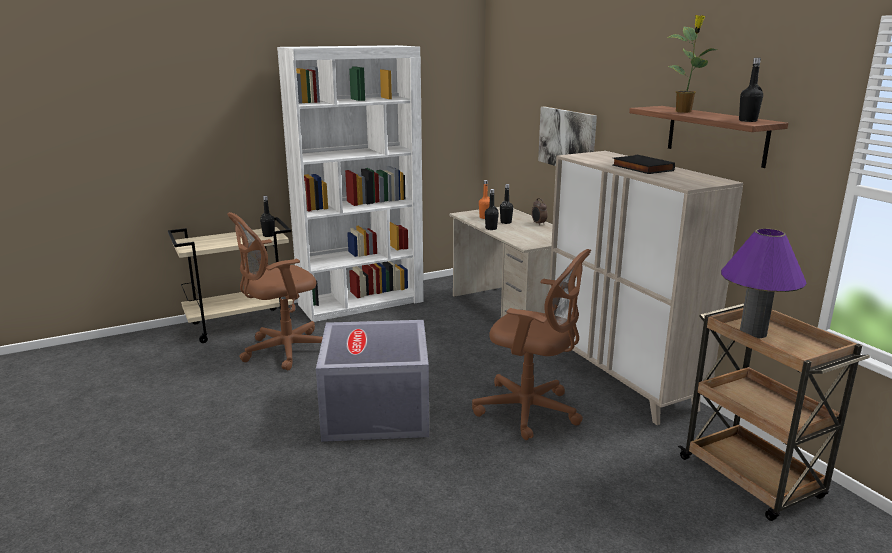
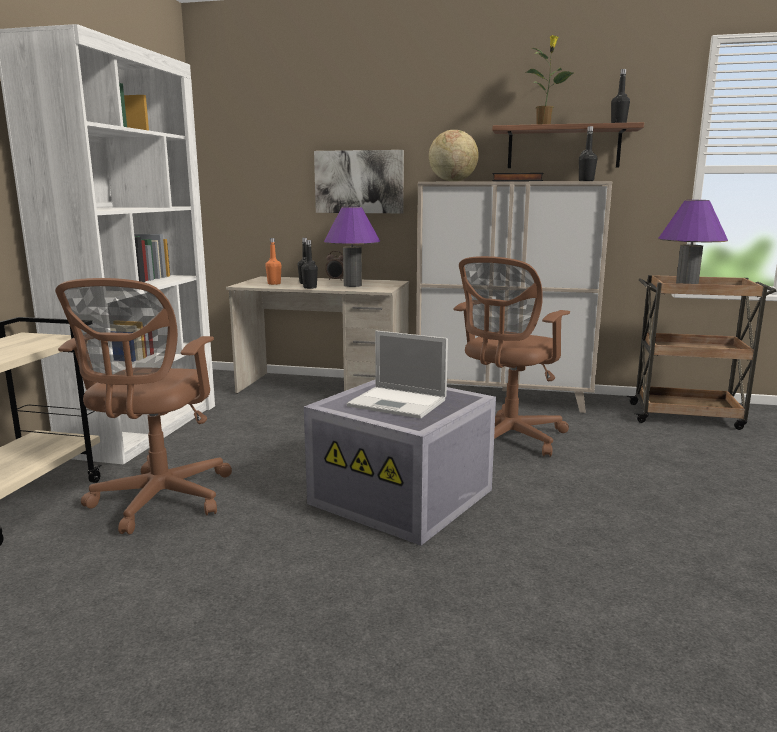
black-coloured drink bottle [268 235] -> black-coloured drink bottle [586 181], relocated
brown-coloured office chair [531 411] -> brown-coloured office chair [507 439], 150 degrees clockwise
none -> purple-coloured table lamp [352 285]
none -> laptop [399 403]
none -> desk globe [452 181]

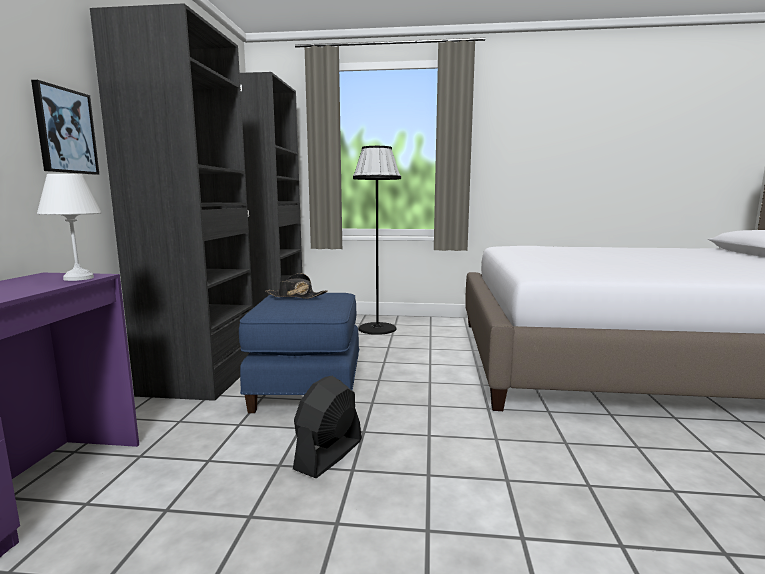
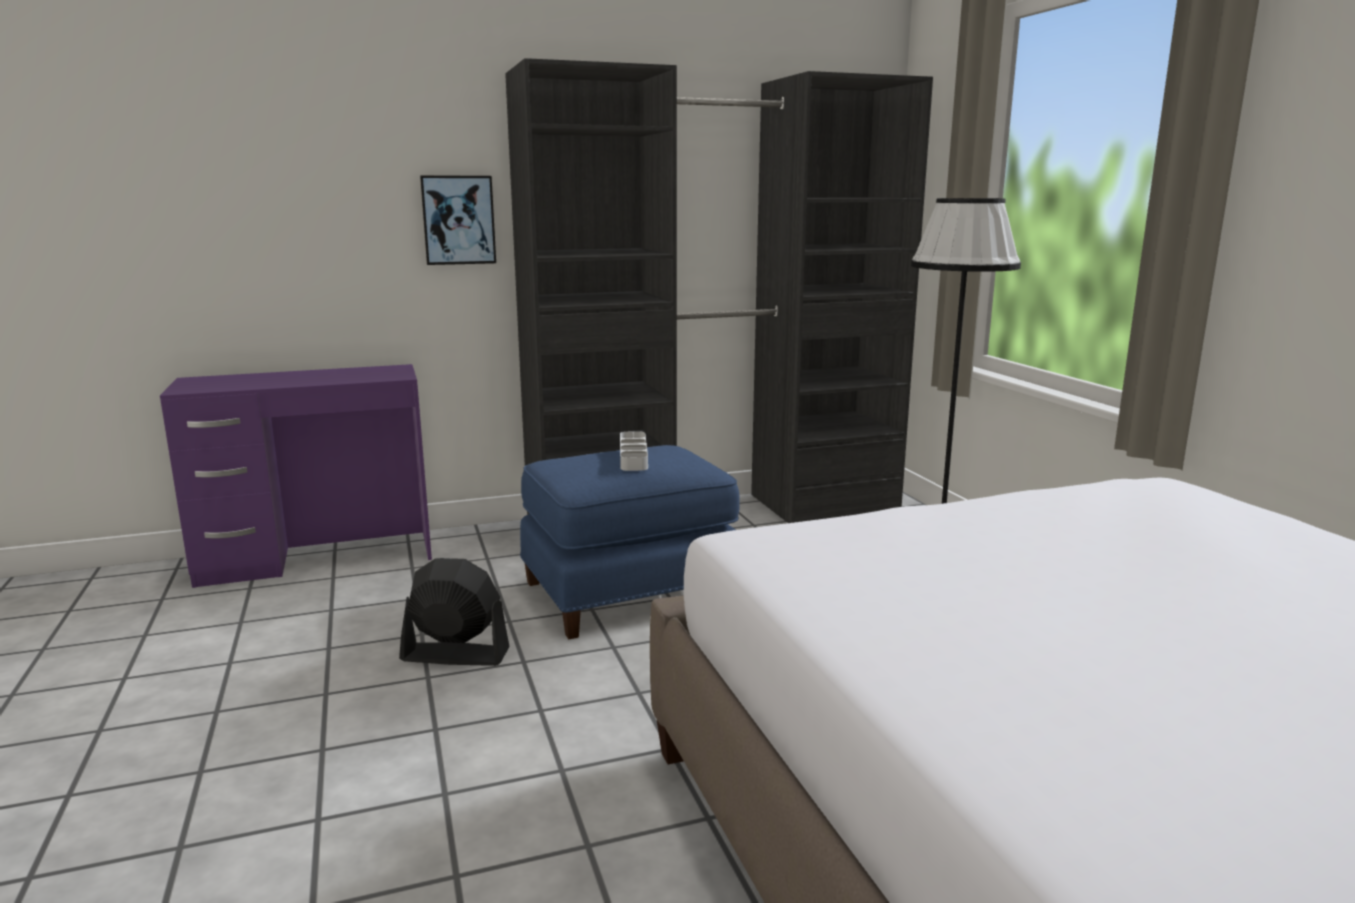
white table lamp [77 278] -> none
black-coloured clothing hat [295 296] -> greyish tray [633 456]

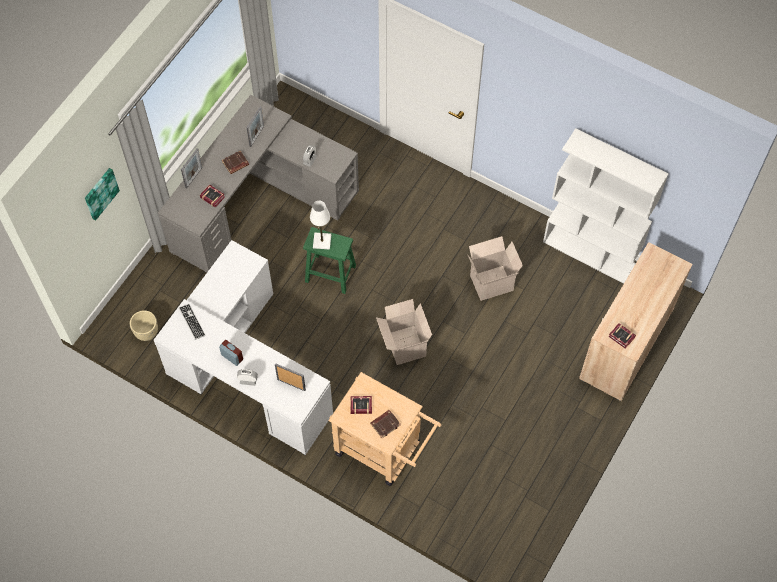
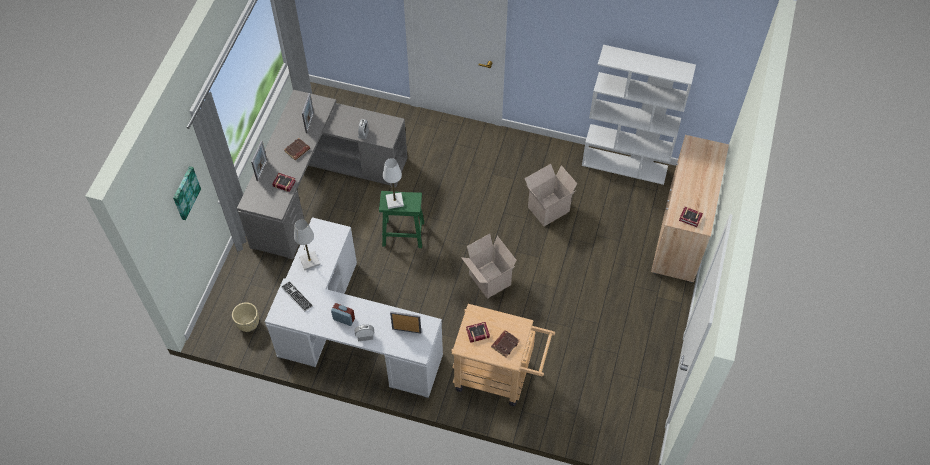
none -> white table lamp [309 261]

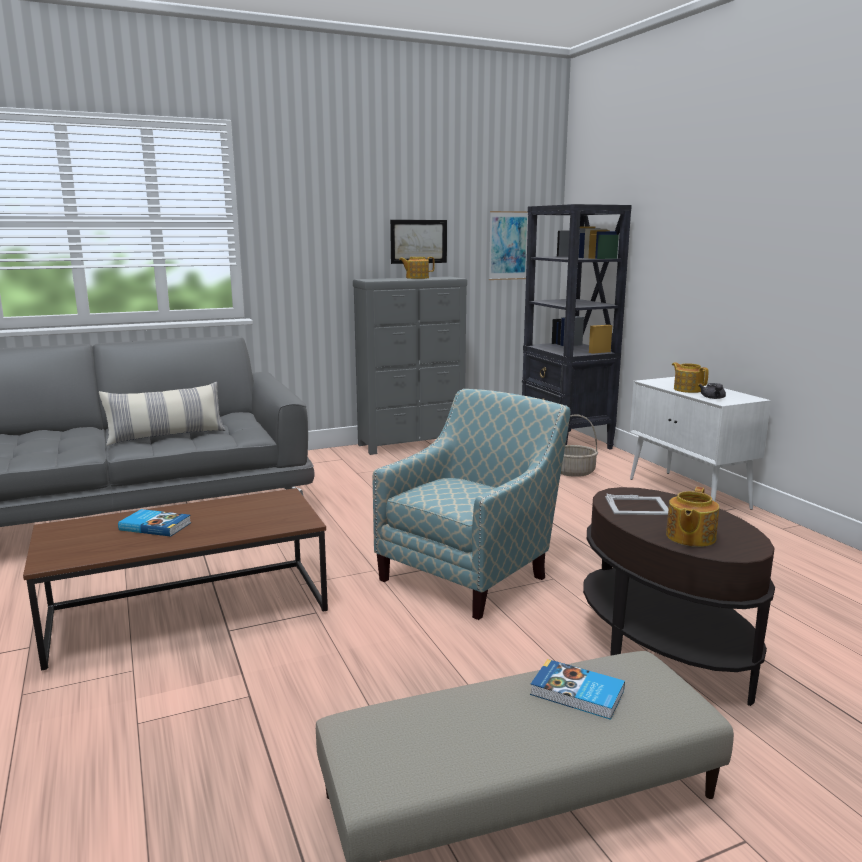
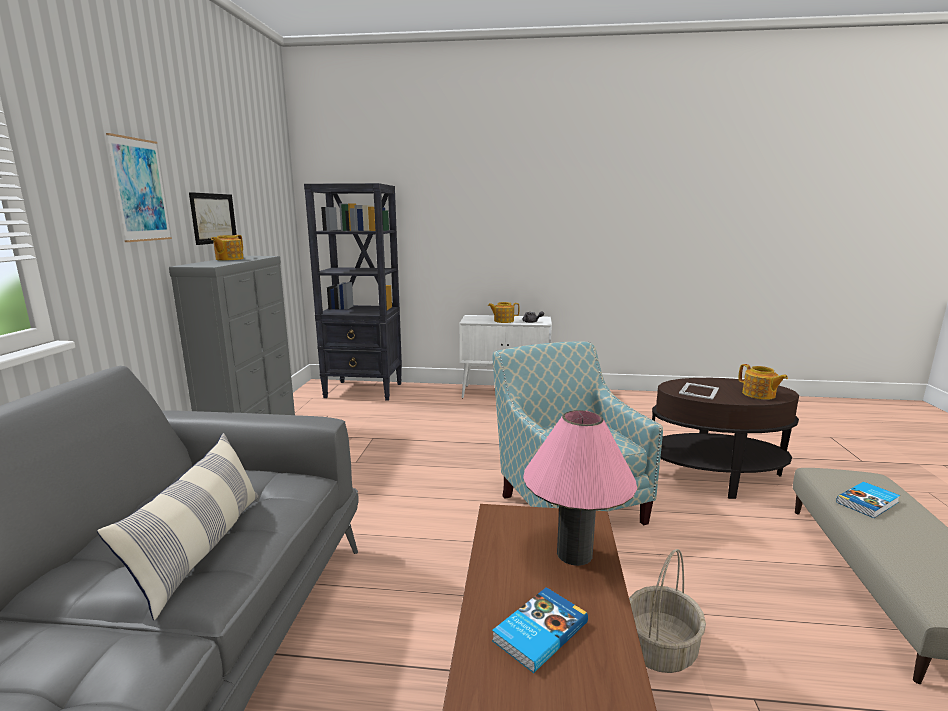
wall art [508 245] -> wall art [140 190], relocated
basket [572 472] -> basket [661 649], relocated
none -> pink table lamp [574 554]

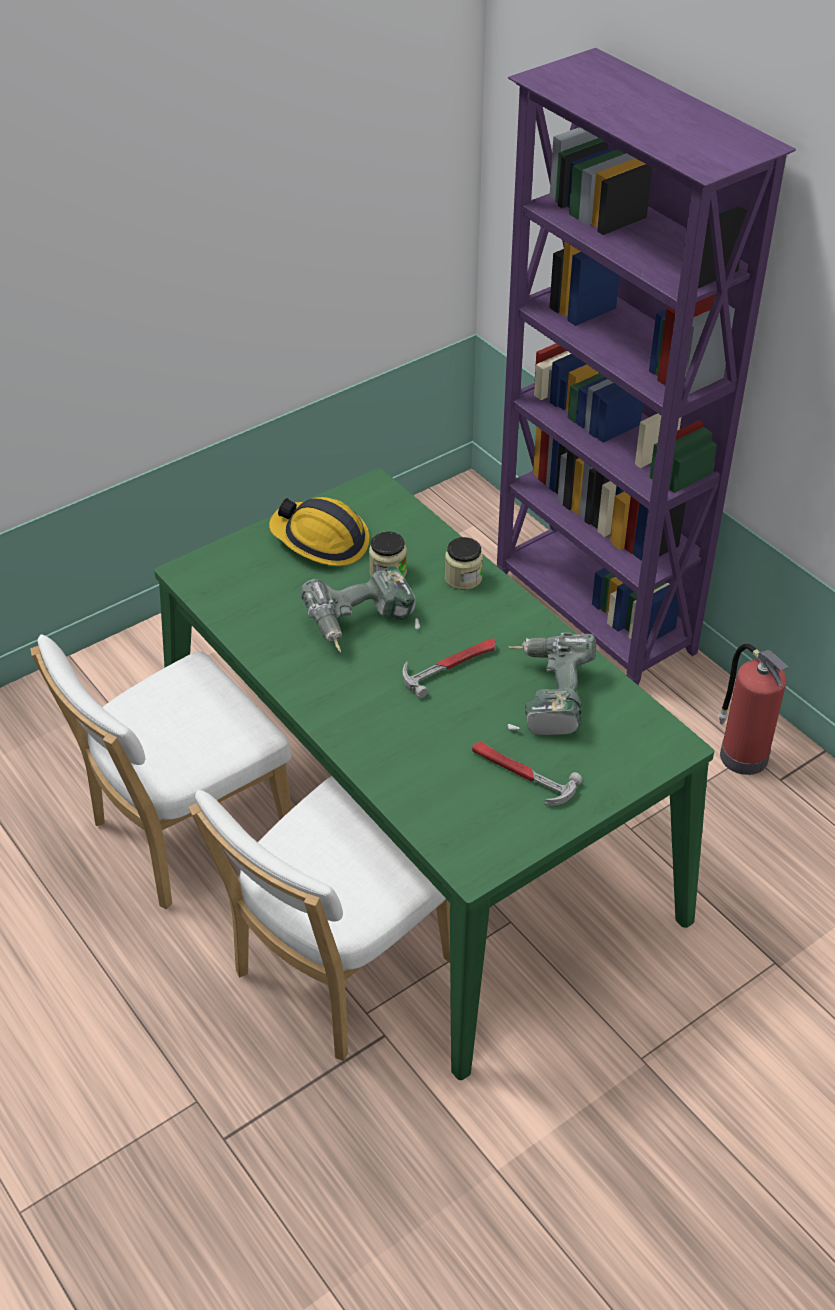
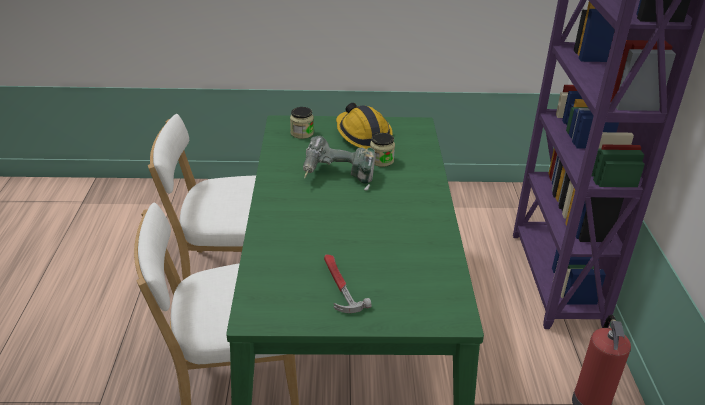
tool hammer [450 666] -> none
storage jar [463 578] -> storage jar [302 133], relocated
power drill [547 697] -> none

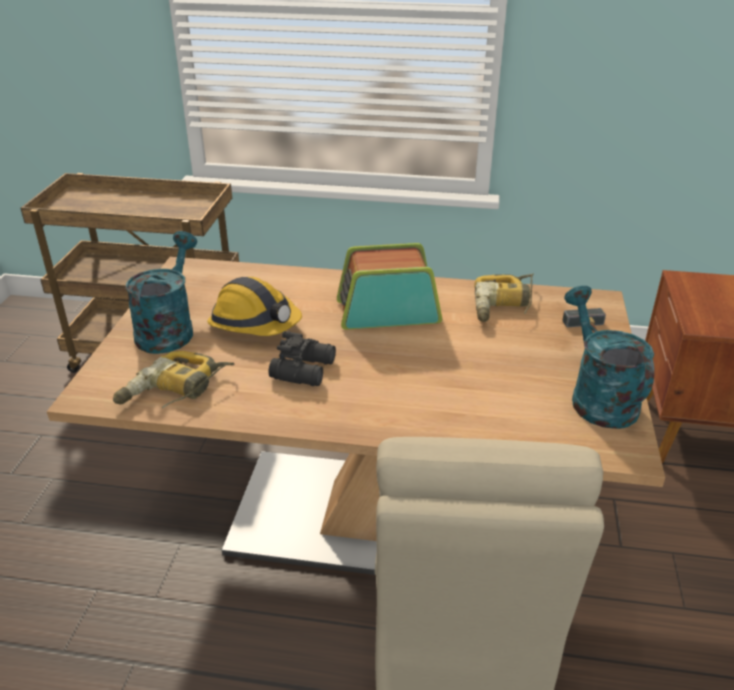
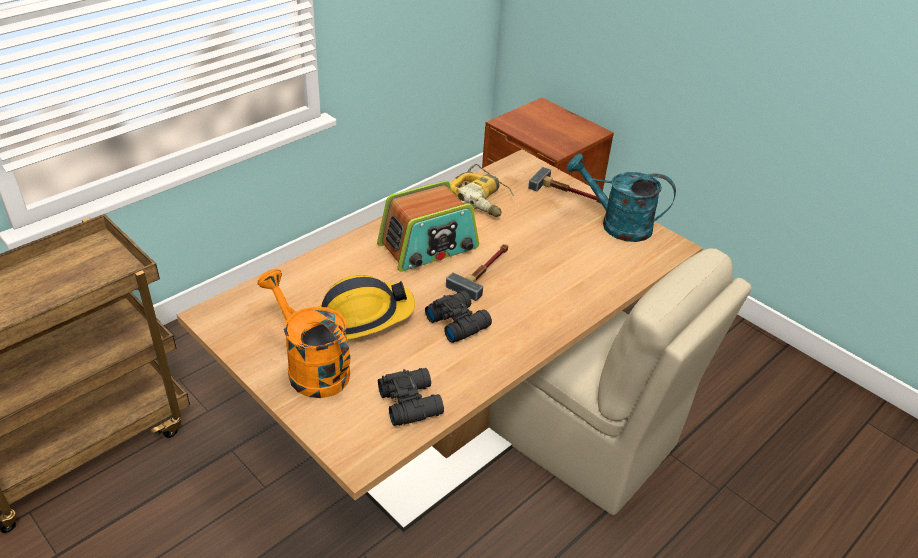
power drill [175 391] -> black-coloured pair of binoculars [411 402]
blue-green watering can [169 329] -> orangey watering can [311 367]
radio receiver [387 311] -> radio receiver [429 247], 150 degrees counterclockwise
none -> tool hammer [484 271]

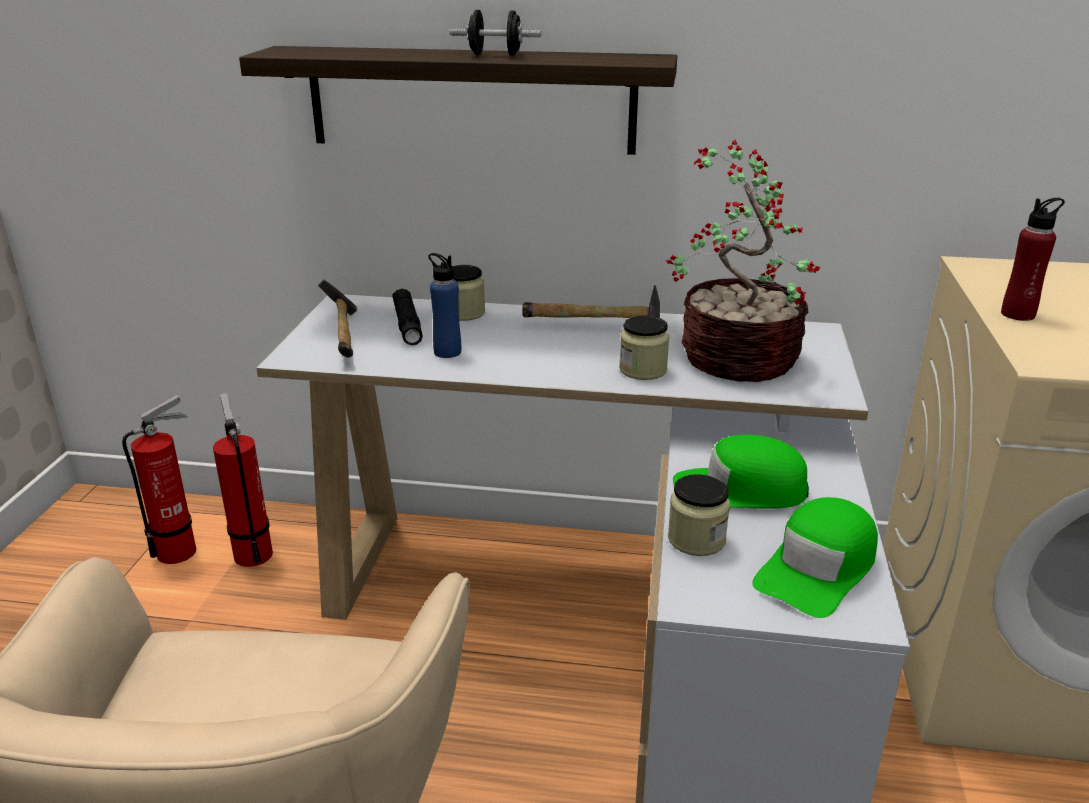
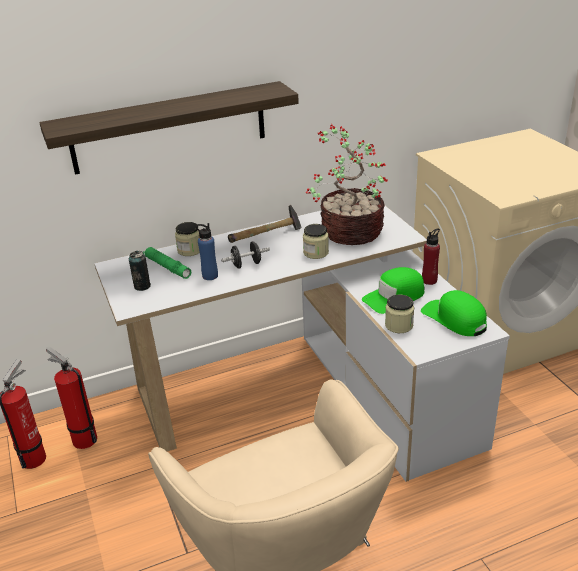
tool hammer [344 337] -> sealed can [142 286]
black-coloured hand torch [407 324] -> green hand torch [167 267]
black-coloured hand weight [495 55] -> black-coloured hand weight [246 264], relocated
green peaked cap [818 569] -> green peaked cap [454 318], 135 degrees clockwise
reddish drink bottle [1018 314] -> reddish drink bottle [429 280], relocated

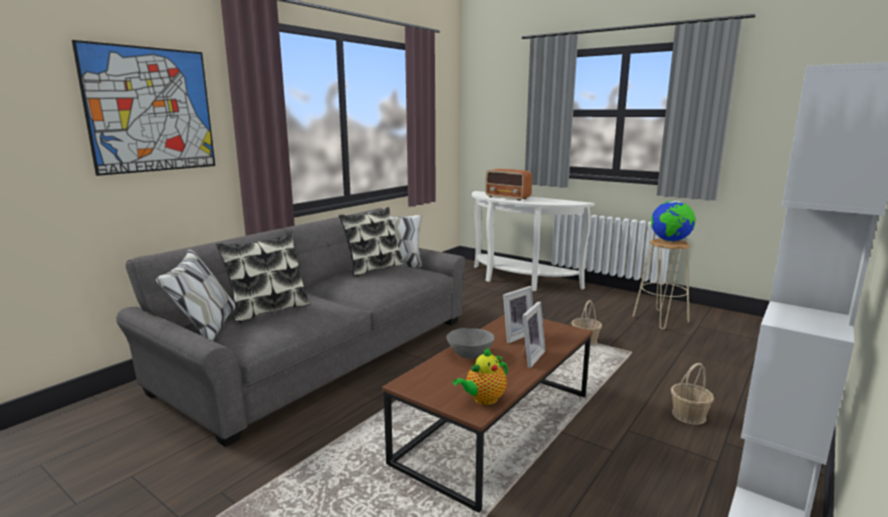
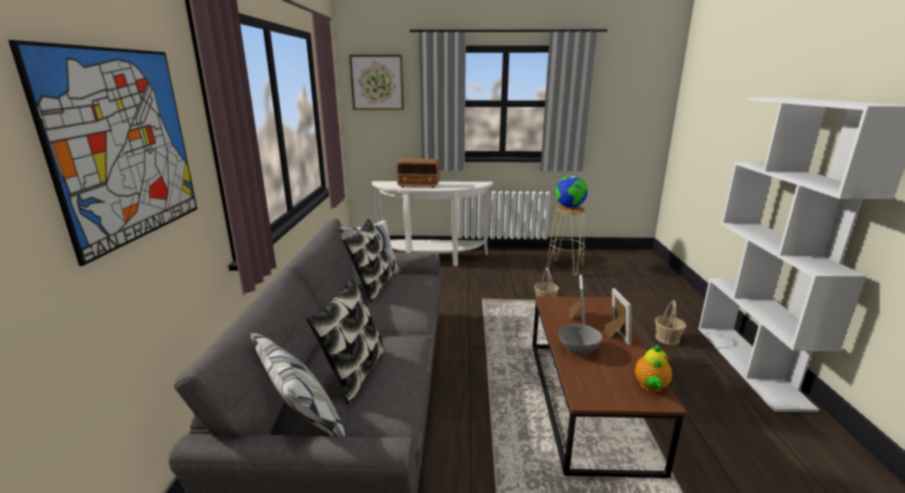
none -> wall art [377 82]

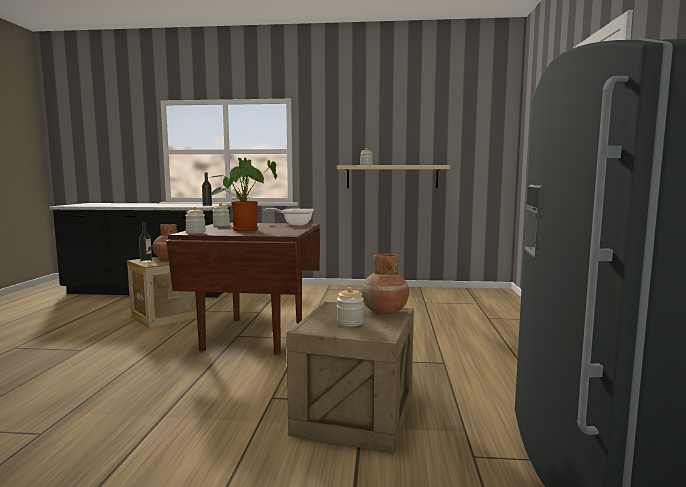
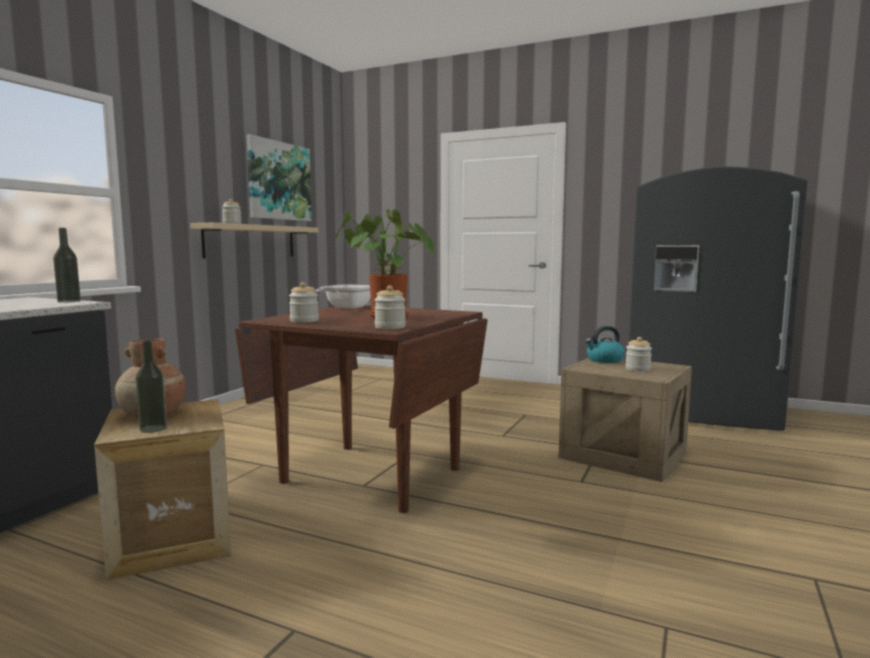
brown-coloured flower vase [384 311] -> water kettle [604 360]
none -> wall art [279 181]

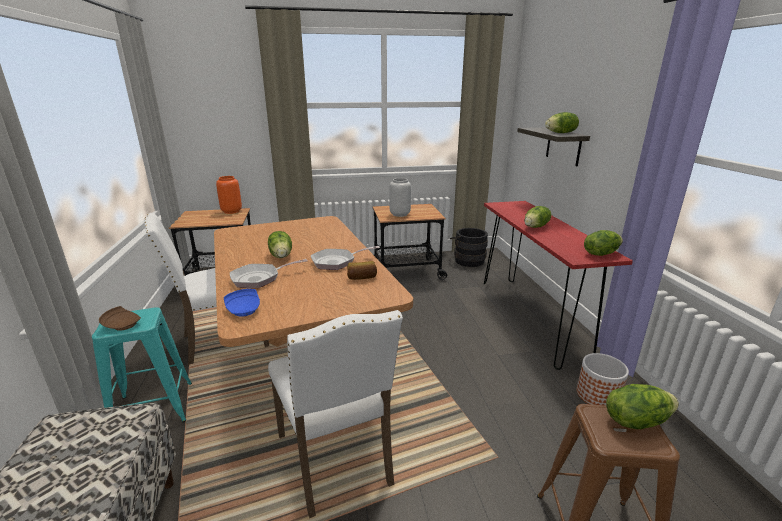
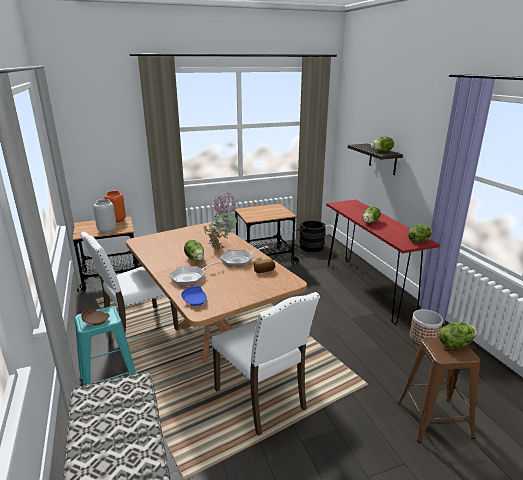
greyish flower vase [399 214] -> greyish flower vase [107 231], relocated
none -> potted plant [222 246]

